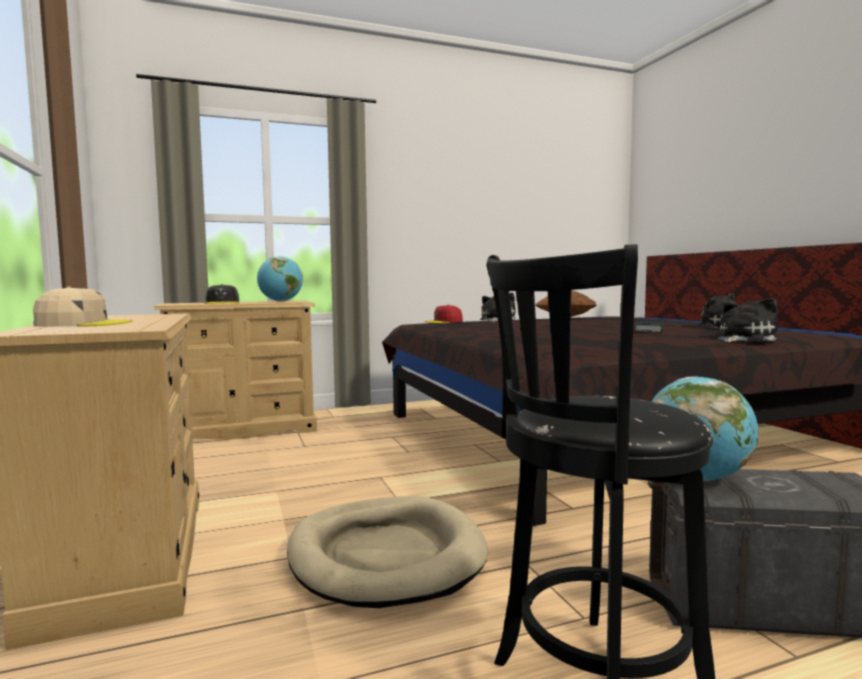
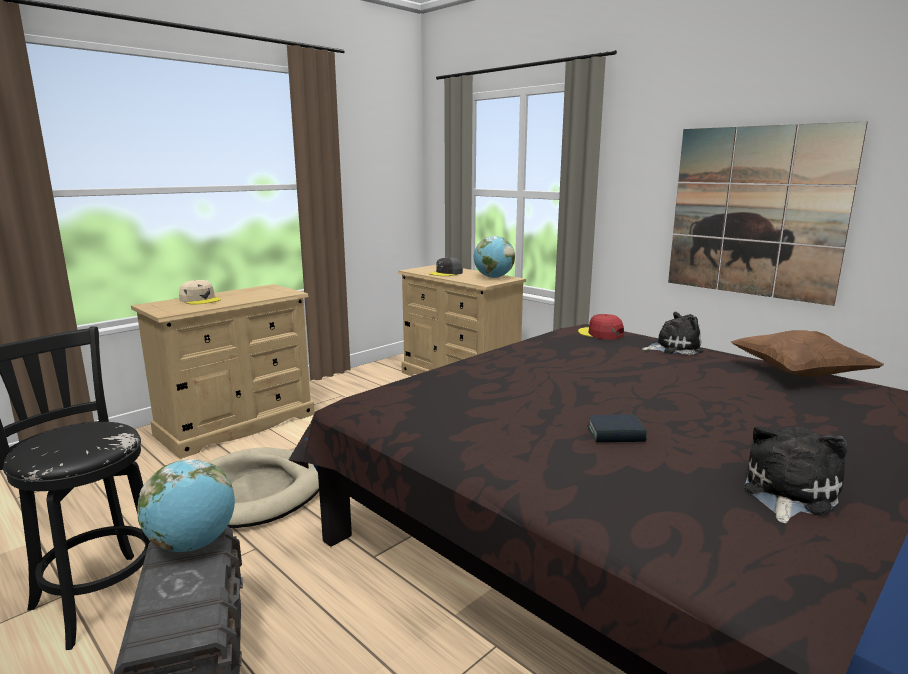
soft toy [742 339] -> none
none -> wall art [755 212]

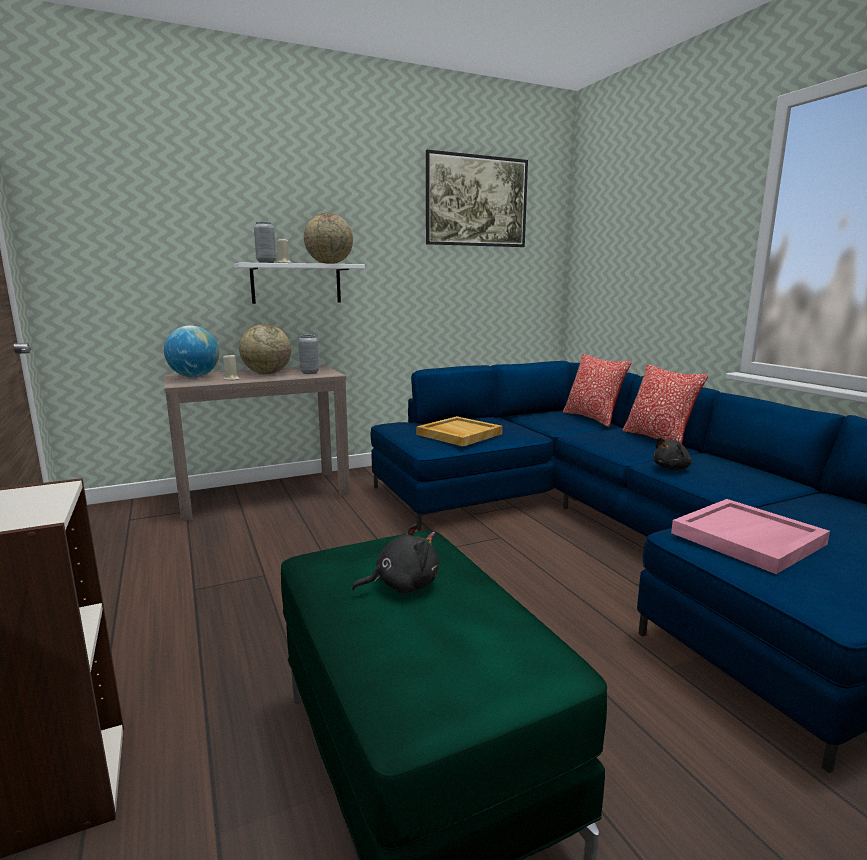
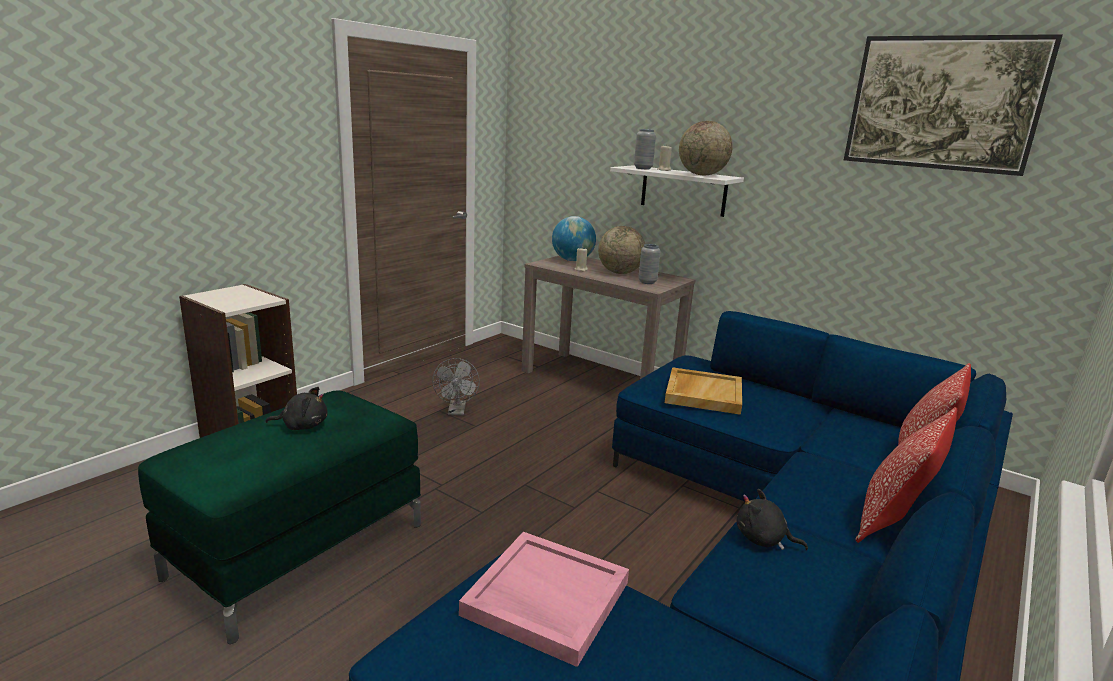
black-coloured soft toy [402 585] -> black-coloured soft toy [302 426], 45 degrees counterclockwise
none -> greyish fan [457 412]

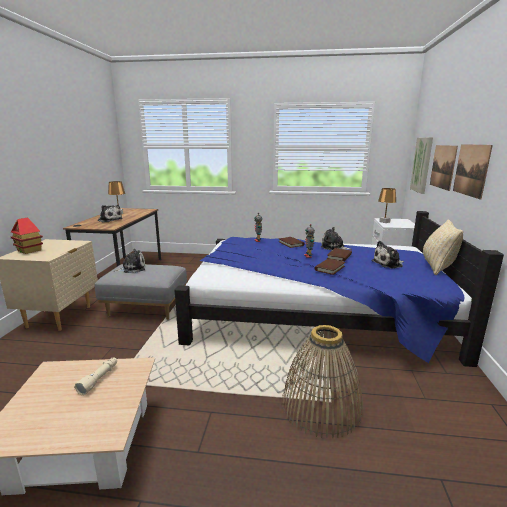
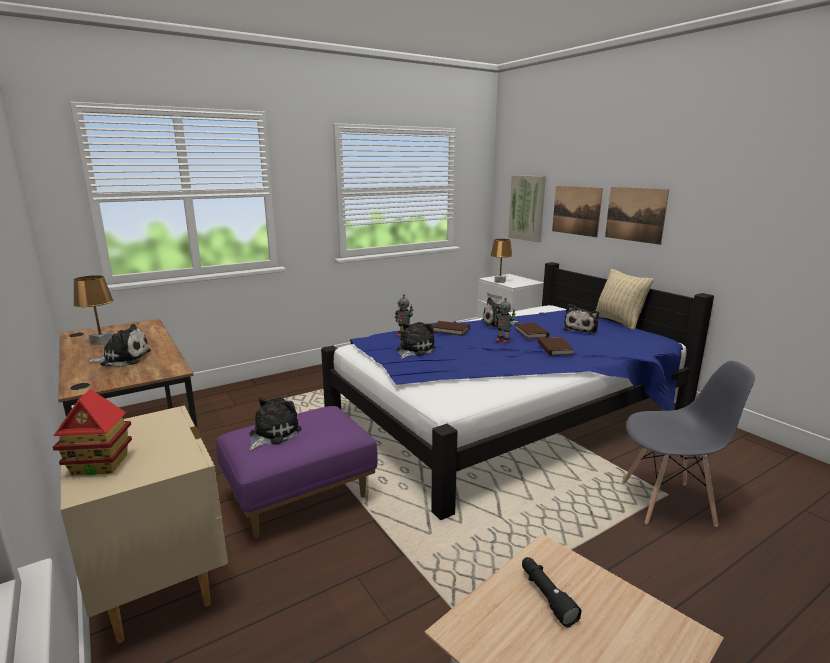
beige hand torch [99 379] -> black-coloured hand torch [546 596]
greyish pouffe [145 309] -> purple-coloured pouffe [299 498]
basket [321 406] -> greyish chair [668 503]
none -> soft toy [414 350]

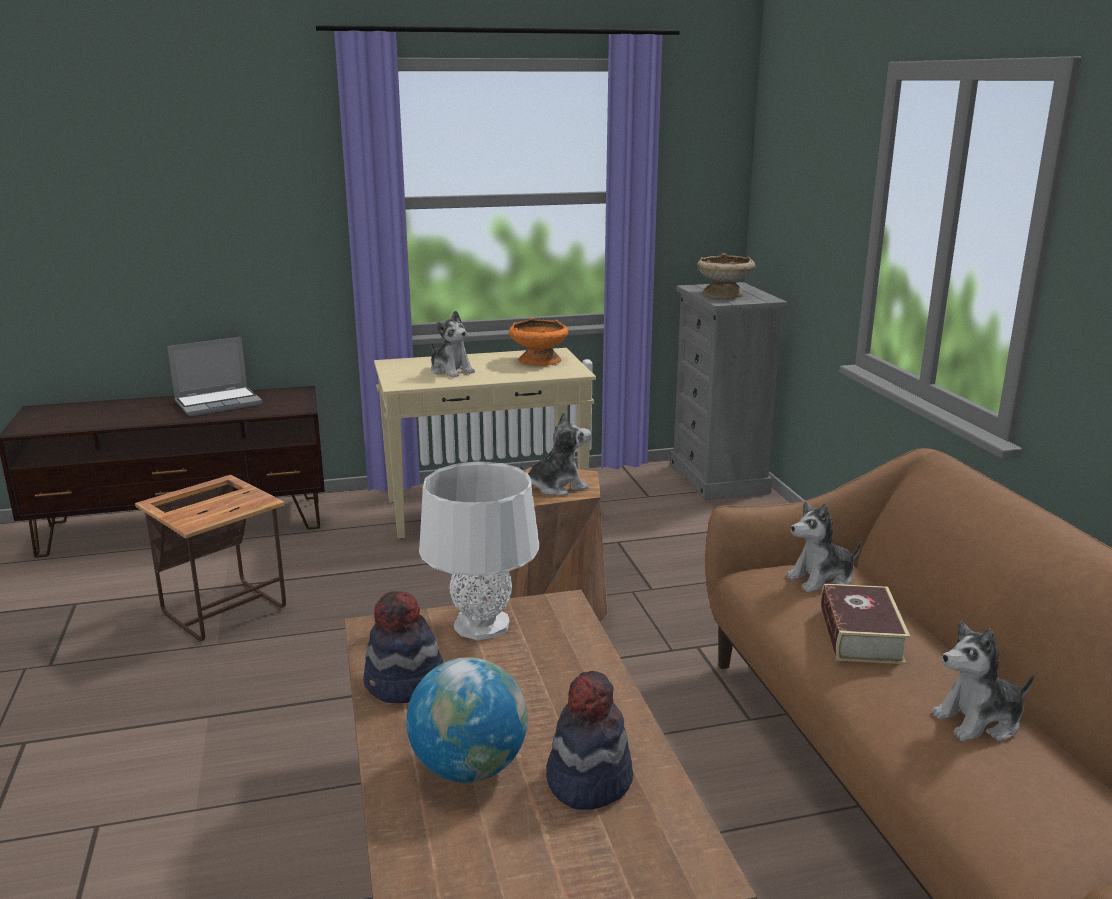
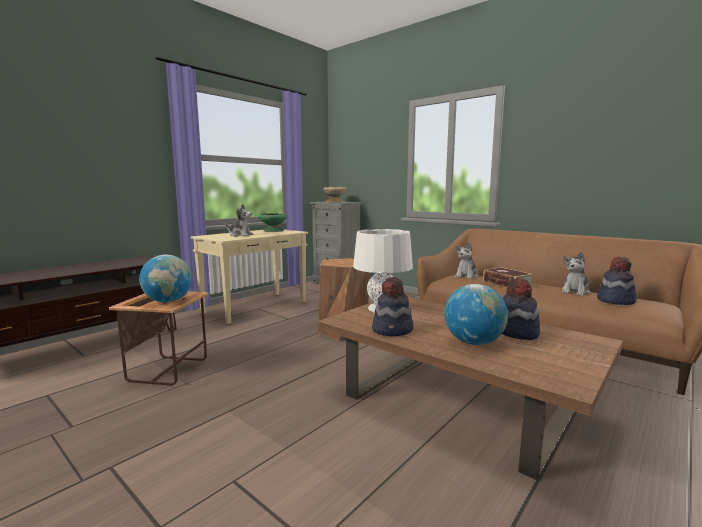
laptop [219 403] -> none
orangey bowl [538 360] -> green bowl [273 231]
soft toy [557 486] -> none
none -> desk globe [168 301]
none -> clothing hat [615 300]

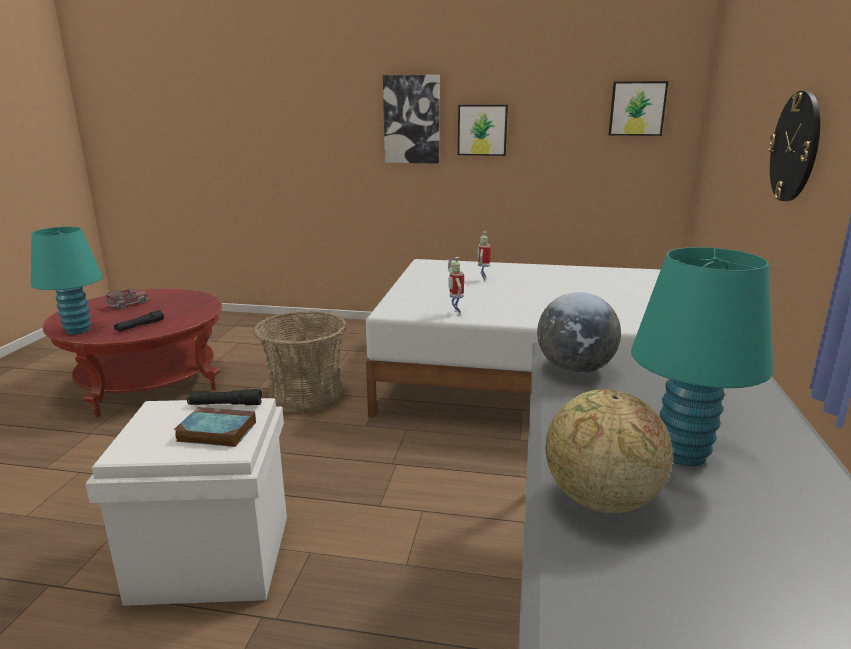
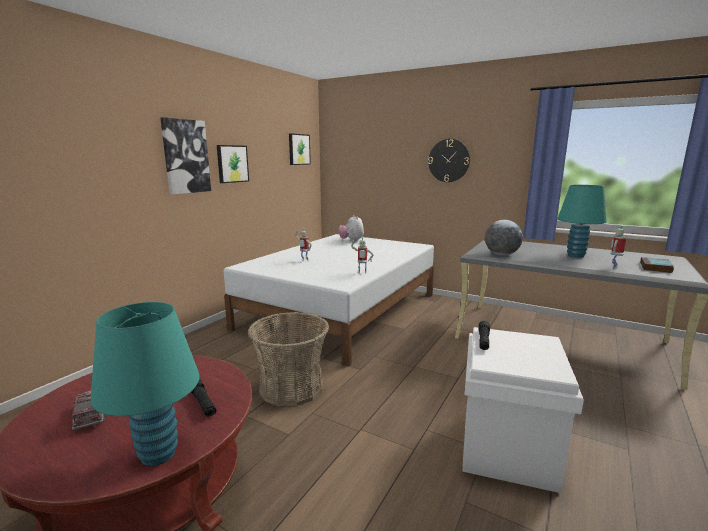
book [215 432] -> book [656 268], relocated
desk globe [600 500] -> model robot [614 267]
none -> soft toy [351 240]

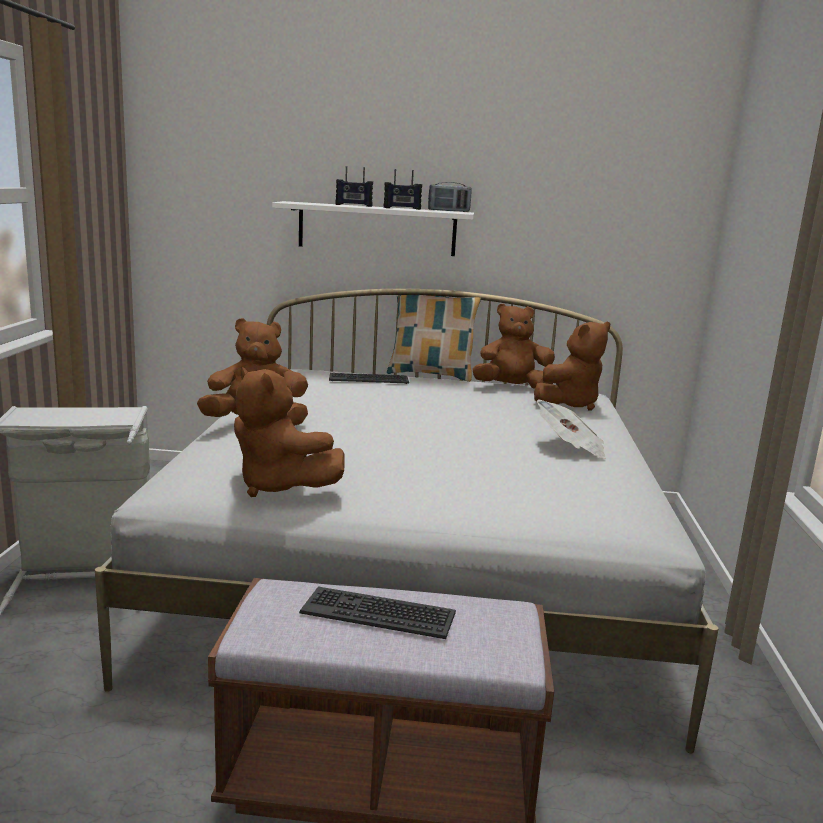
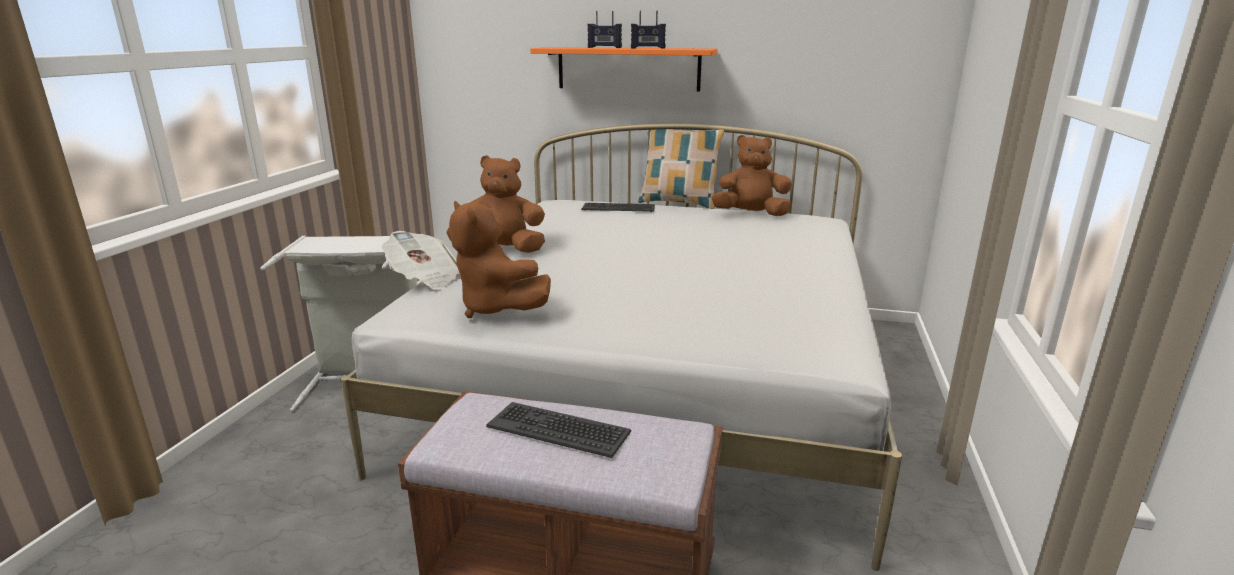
white shelf [377 229] -> orangey shelf [628 69]
radio receiver [448 211] -> none
brown-coloured soft toy [570 404] -> none
printed paper [570 448] -> printed paper [425 278], relocated

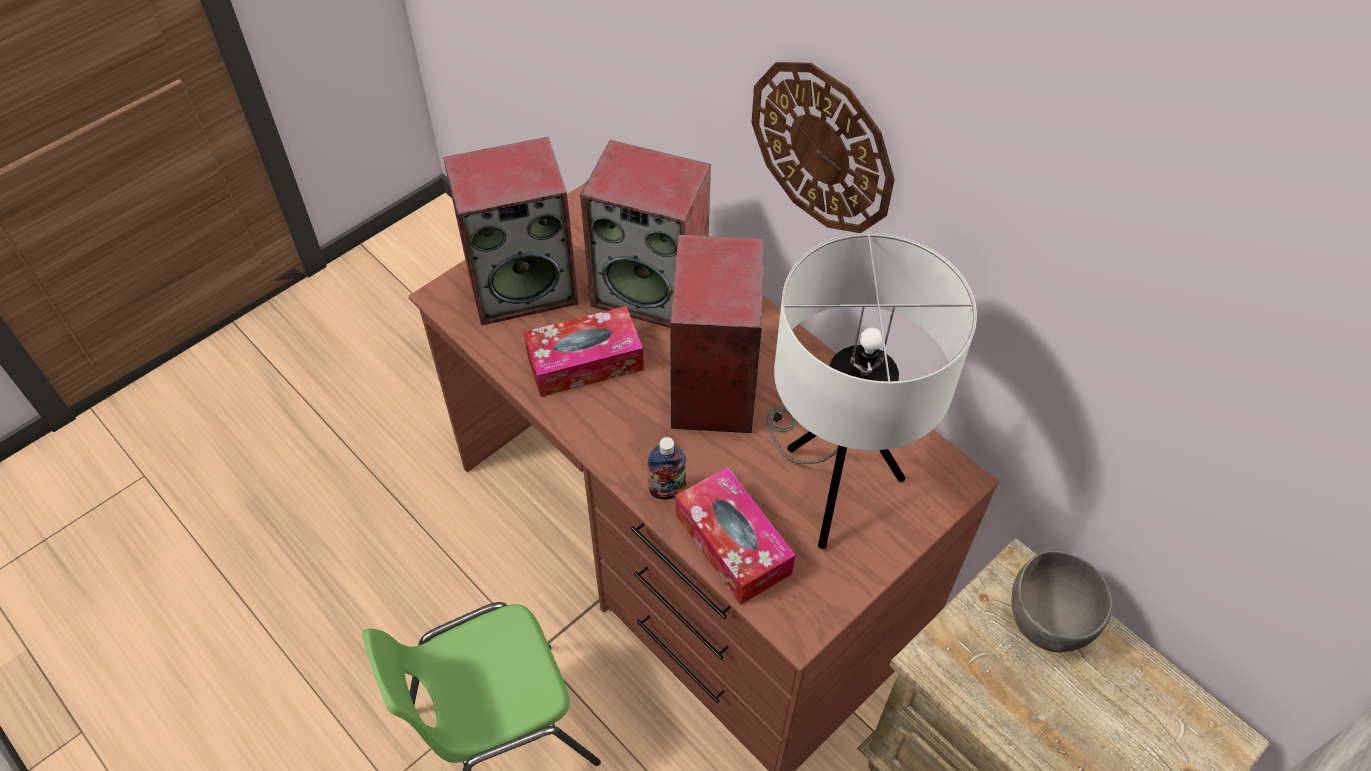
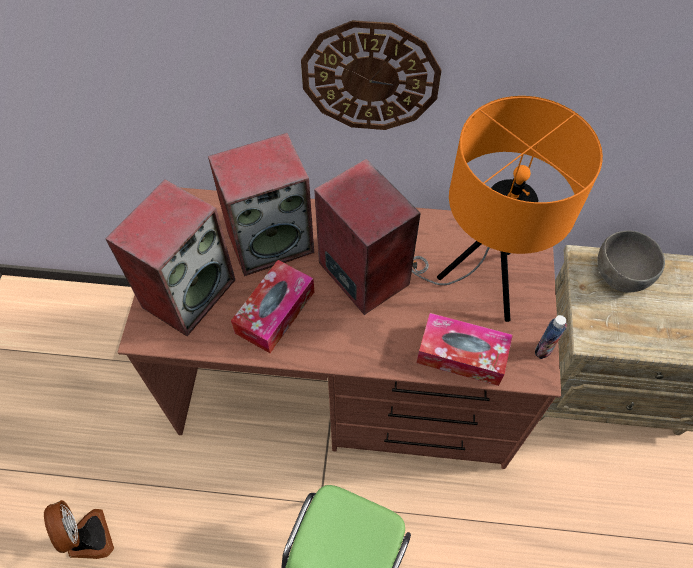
drink bottle [667 490] -> drink bottle [544 349], relocated
white table lamp [833 486] -> orangey table lamp [479 282]
none -> fan [87 538]

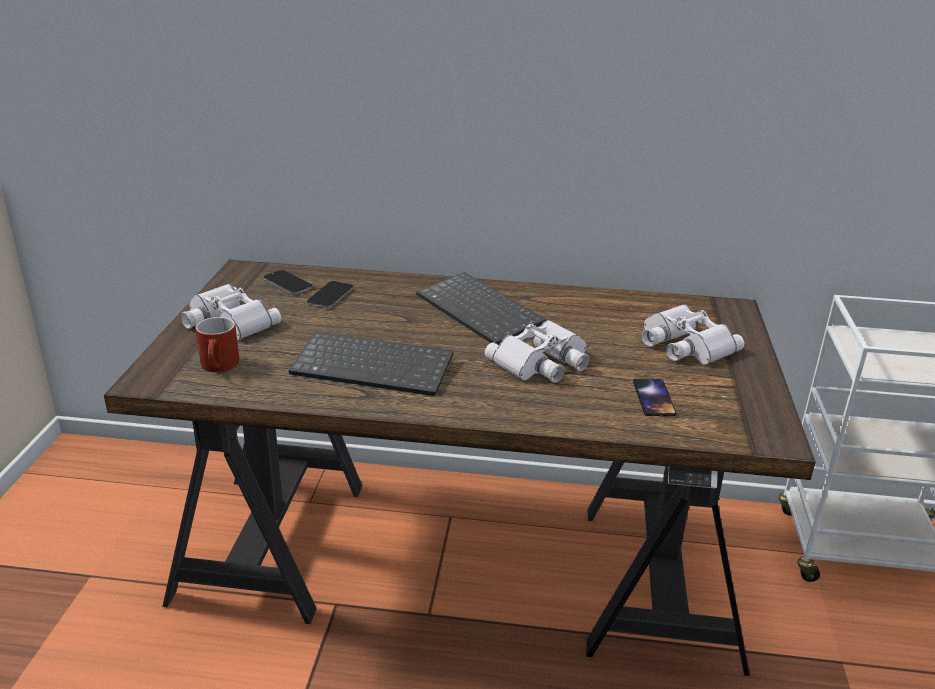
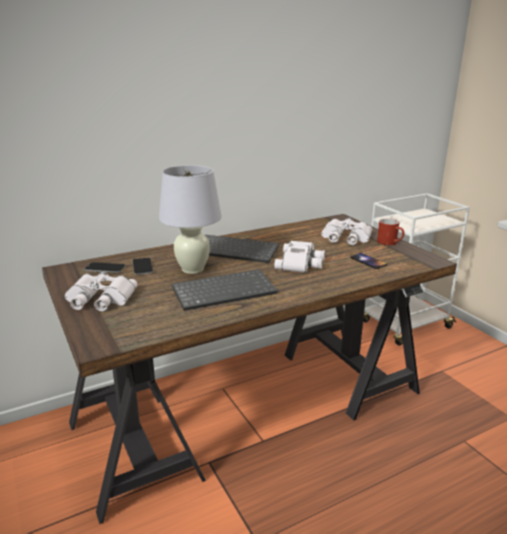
reddish mug [220 367] -> reddish mug [390 243], relocated
none -> white table lamp [193 269]

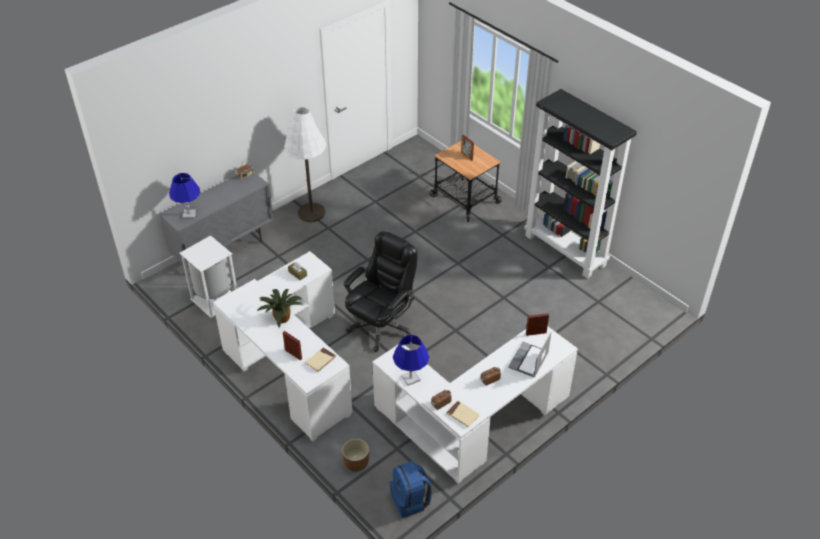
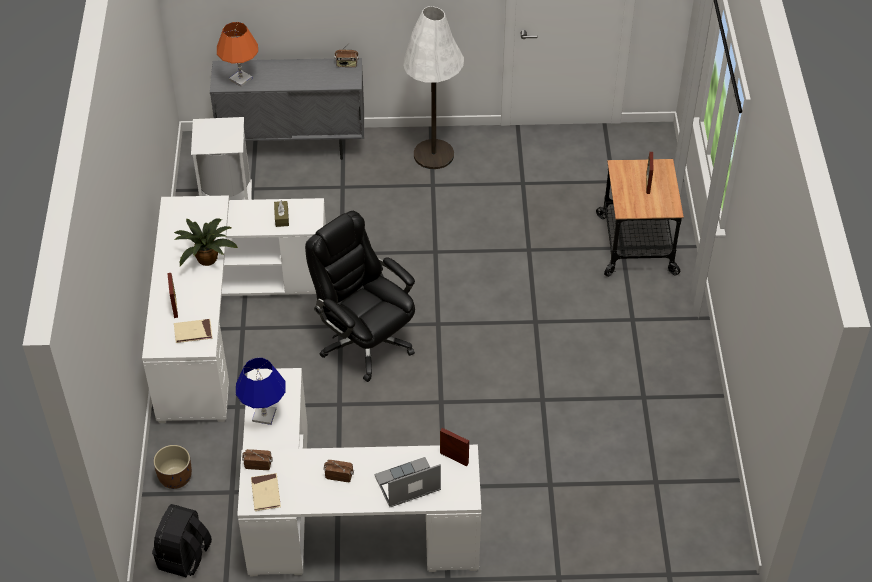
blue table lamp [189 214] -> orangey table lamp [241 79]
black-coloured office chair [381 325] -> black-coloured office chair [365 341], 120 degrees counterclockwise
blue backpack [410 500] -> black-coloured backpack [184 557]
black-coloured shelving unit [566 250] -> none

